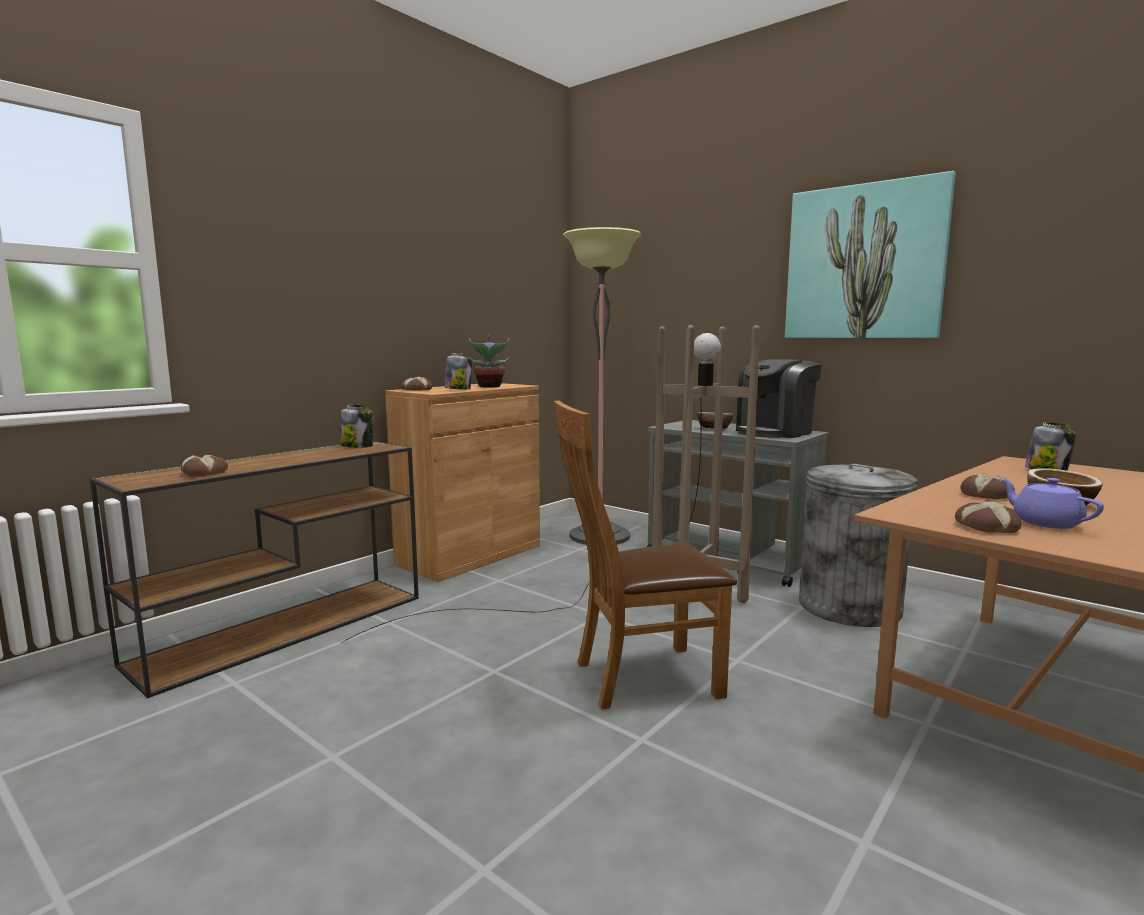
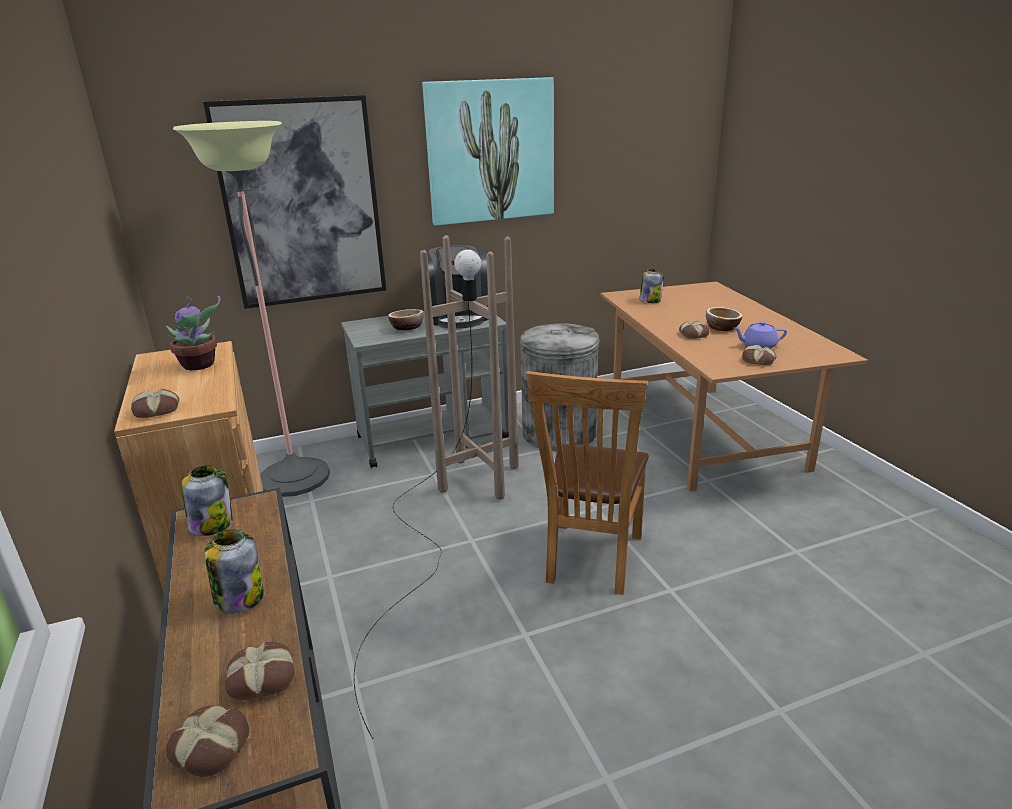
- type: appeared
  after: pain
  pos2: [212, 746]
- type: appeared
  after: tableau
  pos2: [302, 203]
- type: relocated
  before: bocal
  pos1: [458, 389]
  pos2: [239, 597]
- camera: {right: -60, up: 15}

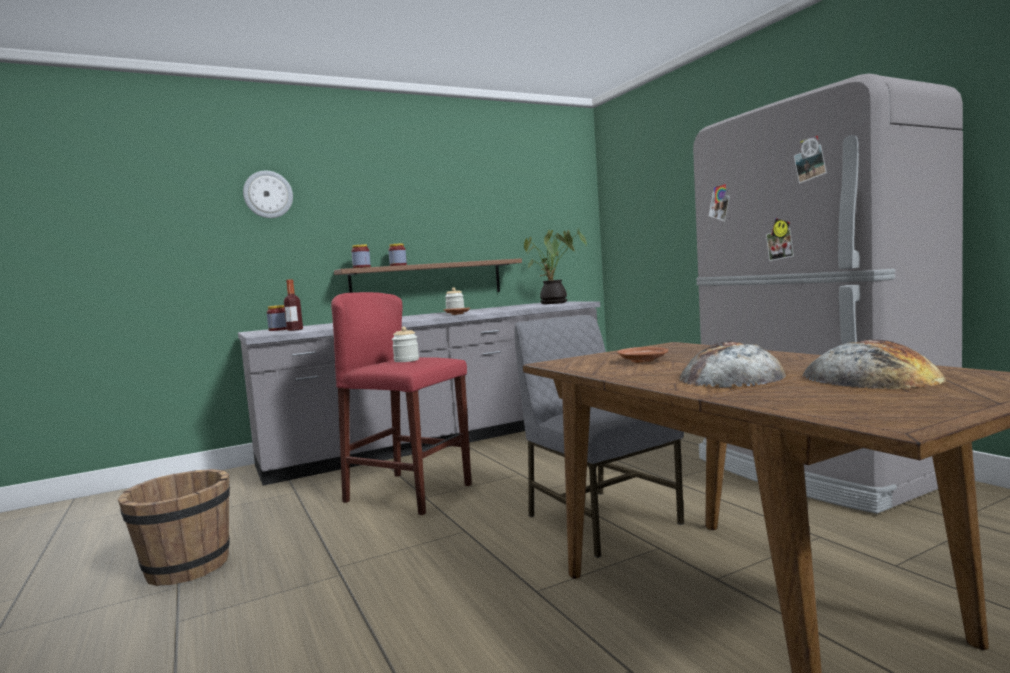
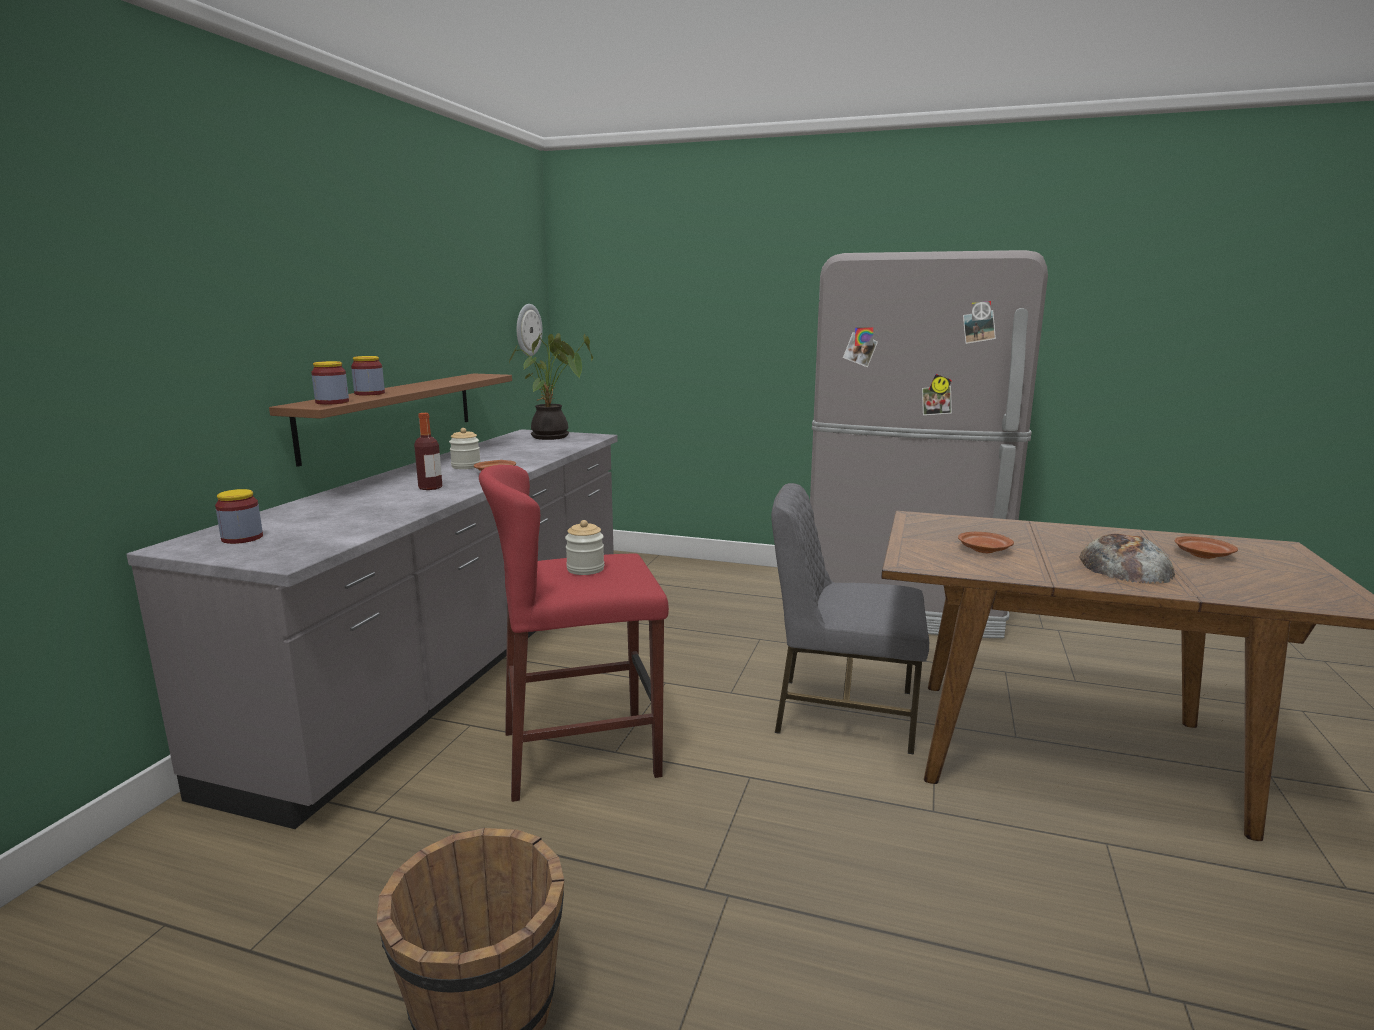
- type: relocated
  before: horloge murale
  pos1: [268, 194]
  pos2: [528, 330]
- type: relocated
  before: bouteille
  pos1: [295, 330]
  pos2: [430, 488]
- type: exchanged
  before: pain
  after: assiette (marron)
  pos1: [869, 377]
  pos2: [1202, 555]
- camera: {right: -45, up: 10}

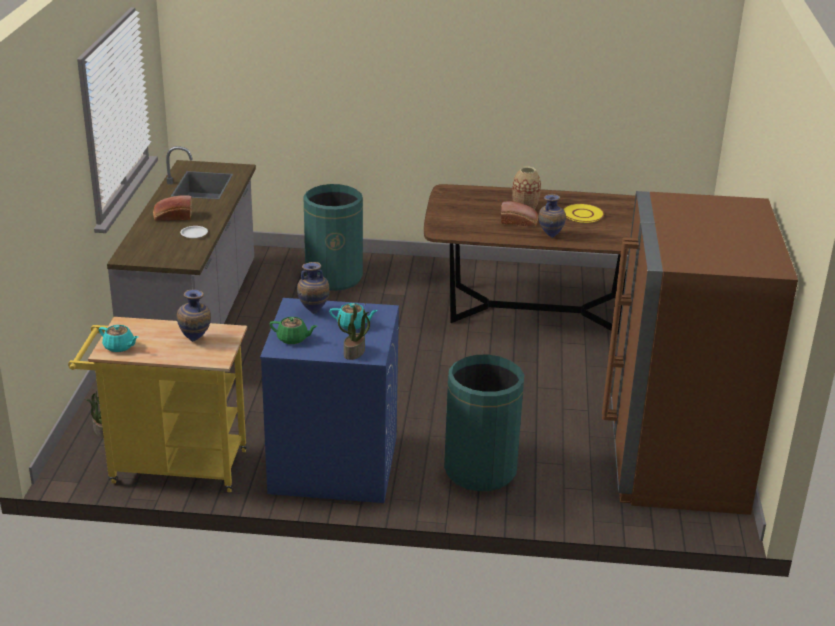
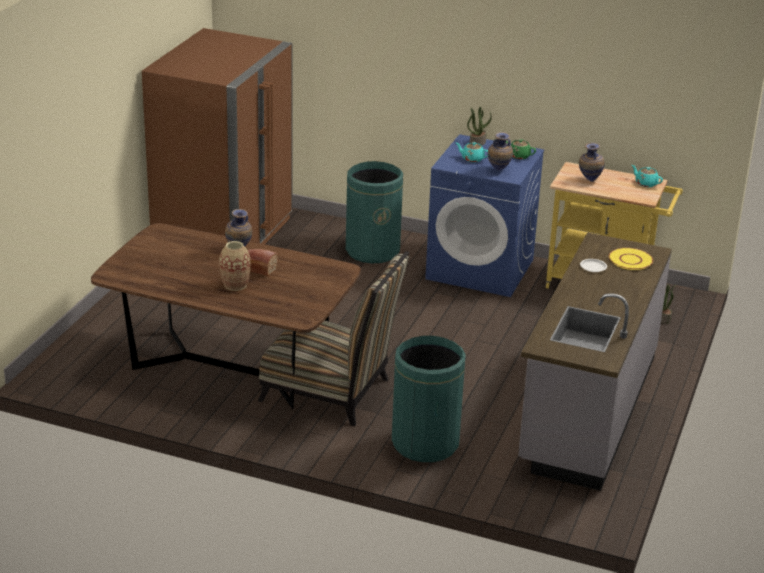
- type: missing
  before: pain
  pos1: [172, 217]
- type: appeared
  after: chaise
  pos2: [332, 392]
- type: relocated
  before: assiette (jaune)
  pos1: [583, 214]
  pos2: [630, 260]
- camera: {right: -165, up: 0}

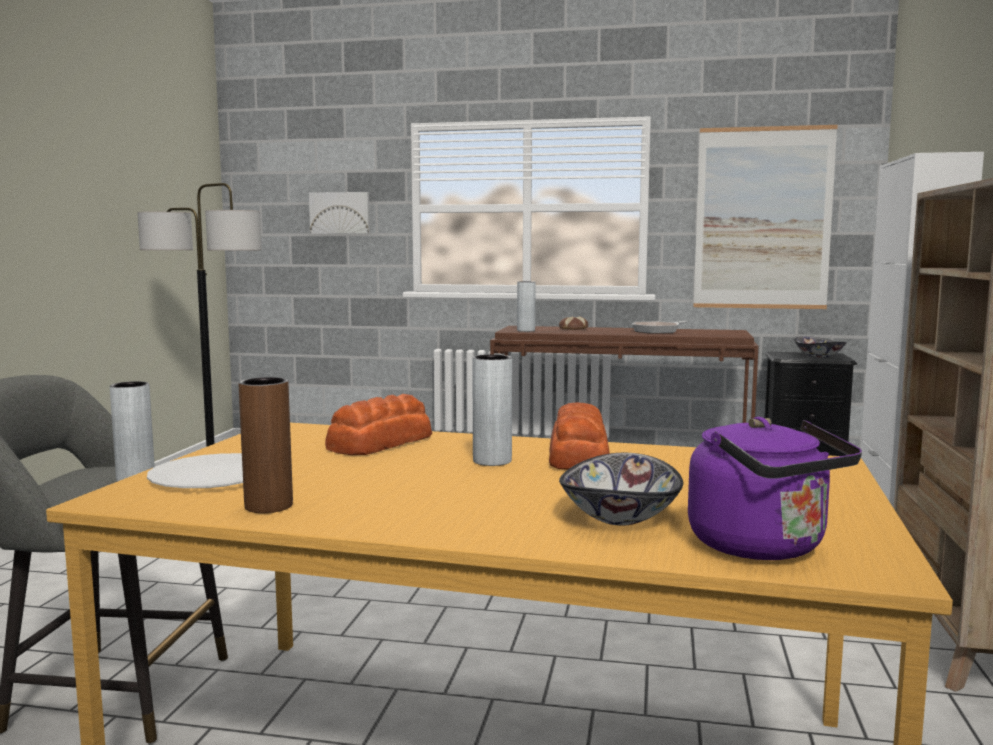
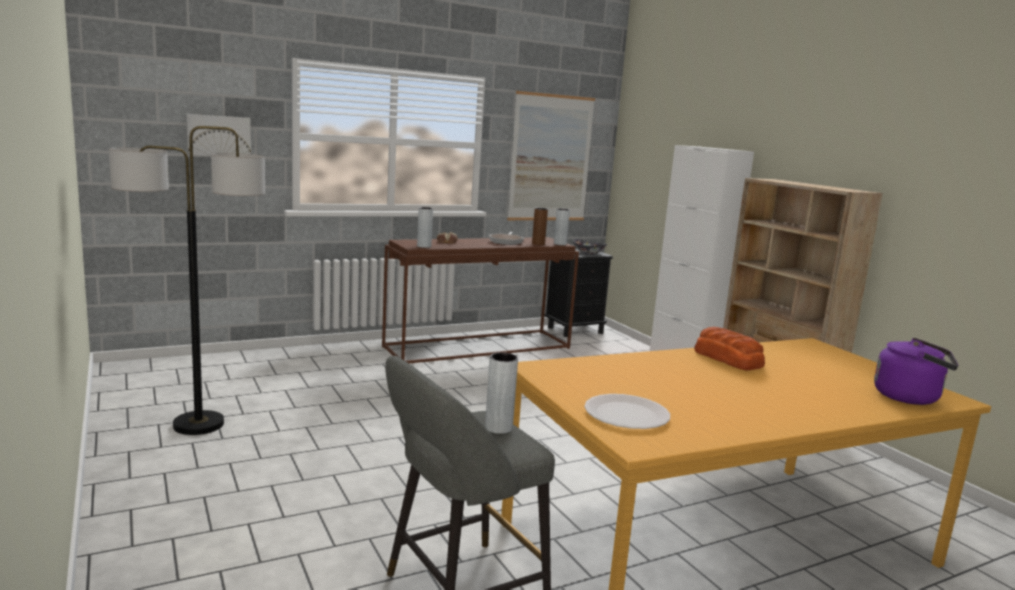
- type: missing
  before: pain
  pos1: [378, 443]
- type: missing
  before: bol
  pos1: [621, 517]
- type: relocated
  before: vase (marron)
  pos1: [268, 506]
  pos2: [538, 243]
- type: relocated
  before: vase (gris)
  pos1: [492, 461]
  pos2: [560, 244]
- camera: {right: -40, up: 5}

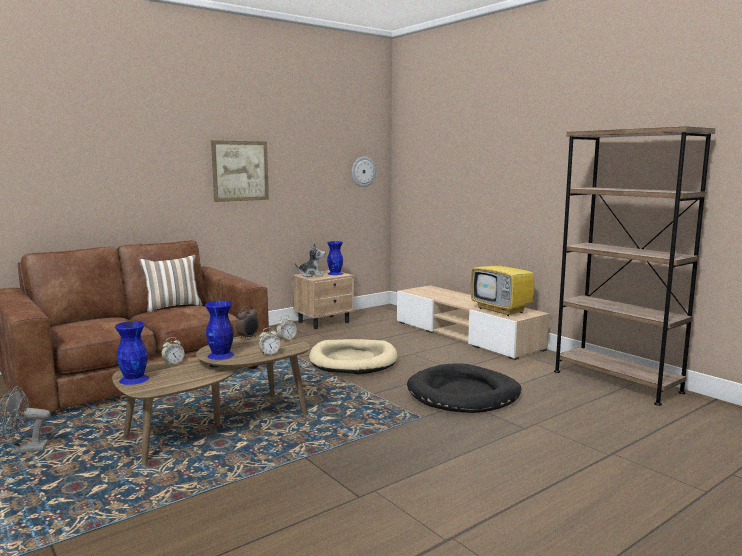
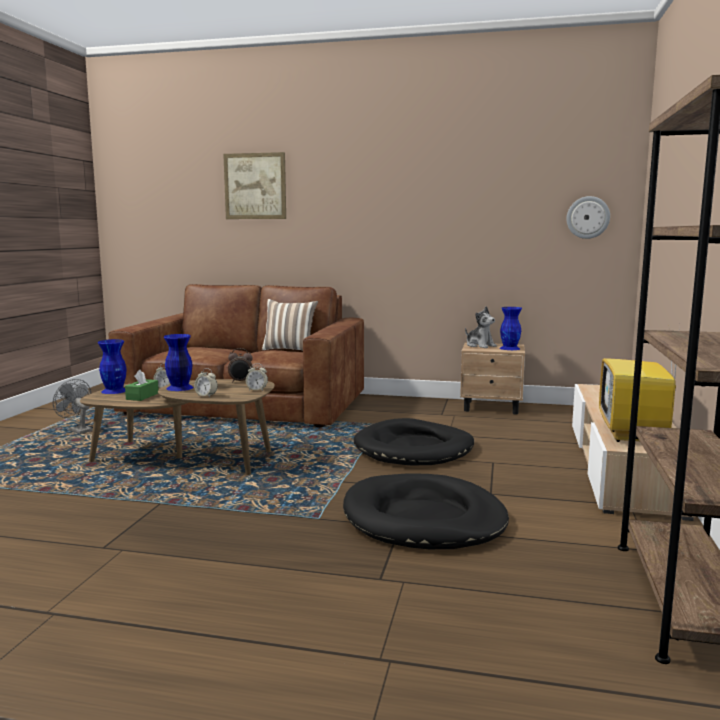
- type: appeared
  after: boîte à mouchoirs (vert)
  pos2: [142, 396]
- type: relocated
  before: tableau
  pos1: [240, 171]
  pos2: [255, 186]
- type: colour
  before: panier pour chien (beige)
  after: panier pour chien (noir)
  pos1: [353, 360]
  pos2: [414, 448]
- camera: {right: 50, up: 0}

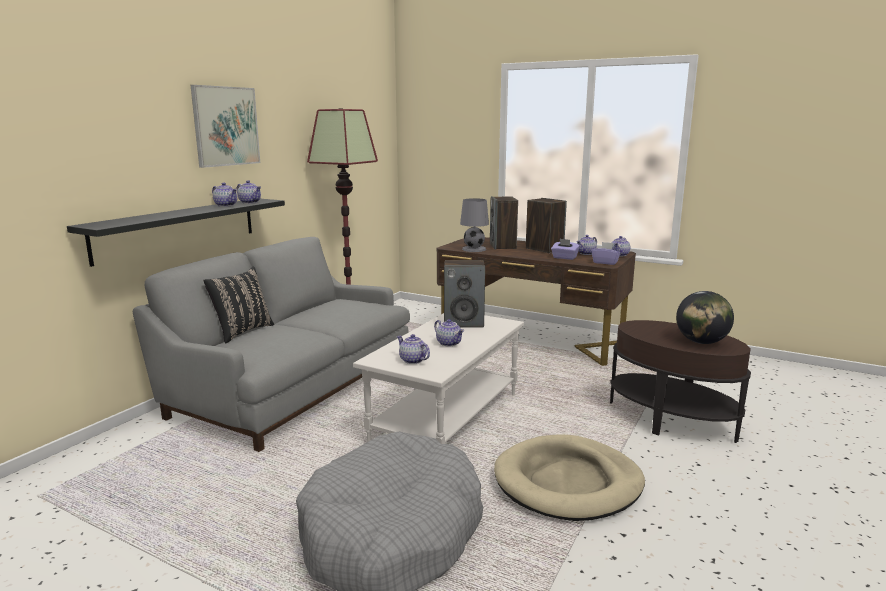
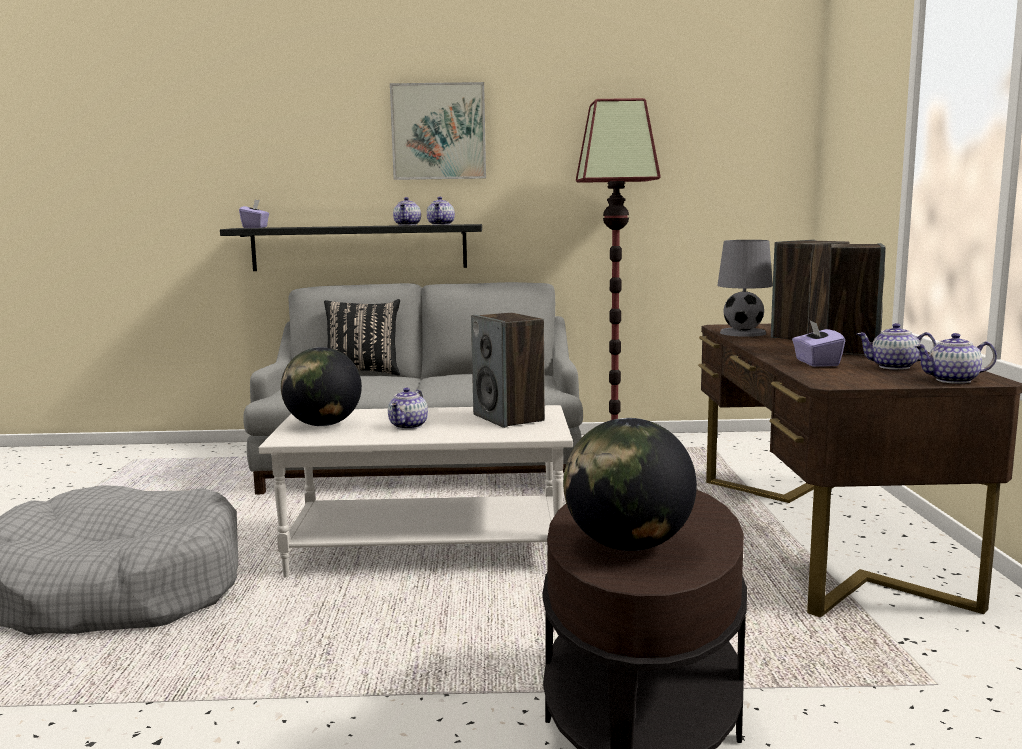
- type: missing
  before: panier pour chien (beige)
  pos1: [568, 482]
- type: relocated
  before: boîte à mouchoirs (violet)
  pos1: [605, 262]
  pos2: [255, 227]
- type: exchanged
  before: théière
  after: globe
  pos1: [412, 360]
  pos2: [323, 425]
- camera: {right: 60, up: -5}

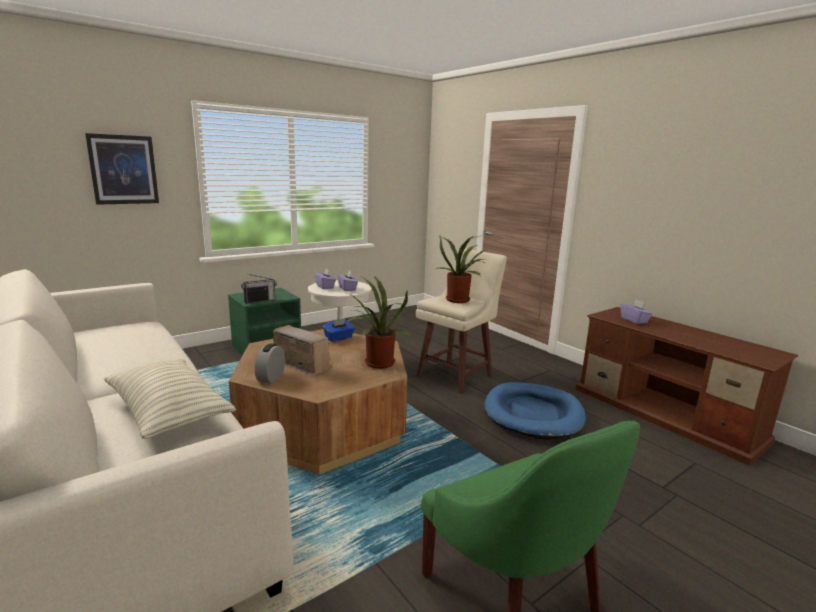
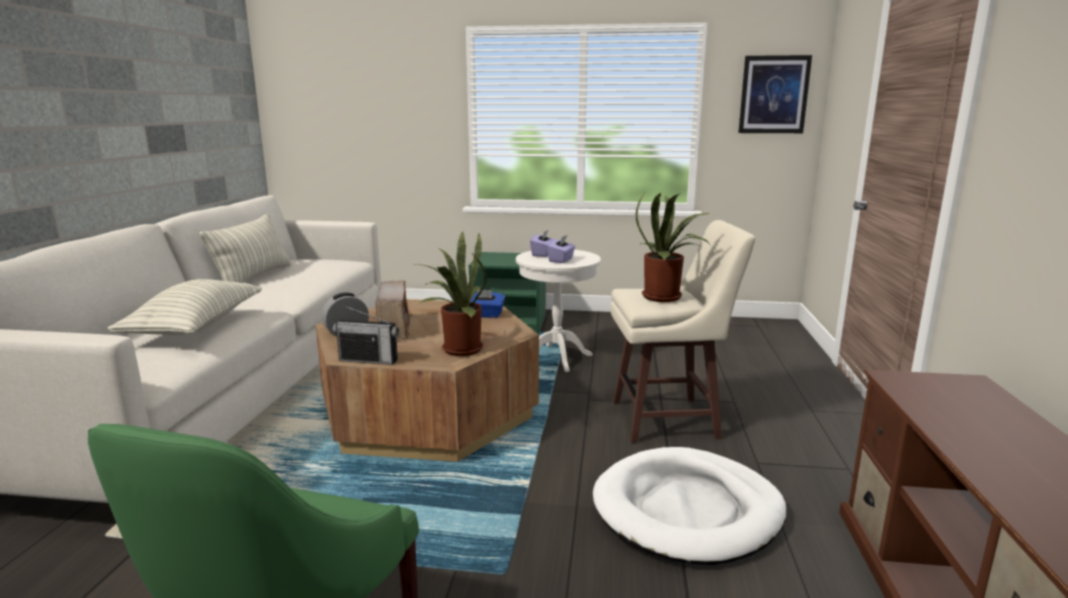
- type: missing
  before: boîte à mouchoirs (violet)
  pos1: [634, 320]
- type: appeared
  after: coussin
  pos2: [254, 278]
- type: relocated
  before: tableau
  pos1: [123, 170]
  pos2: [774, 95]
- type: relocated
  before: radio
  pos1: [260, 301]
  pos2: [368, 360]
- type: colour
  before: panier pour chien (bleu)
  after: panier pour chien (blanc)
  pos1: [533, 414]
  pos2: [687, 510]
- camera: {right: 45, up: 0}

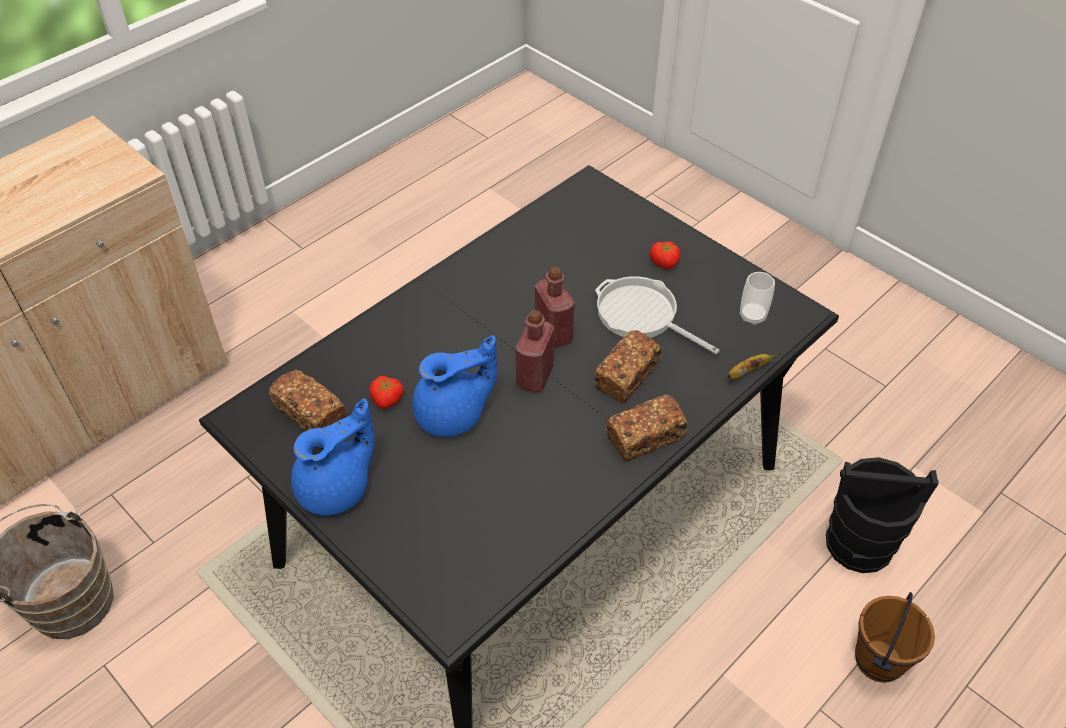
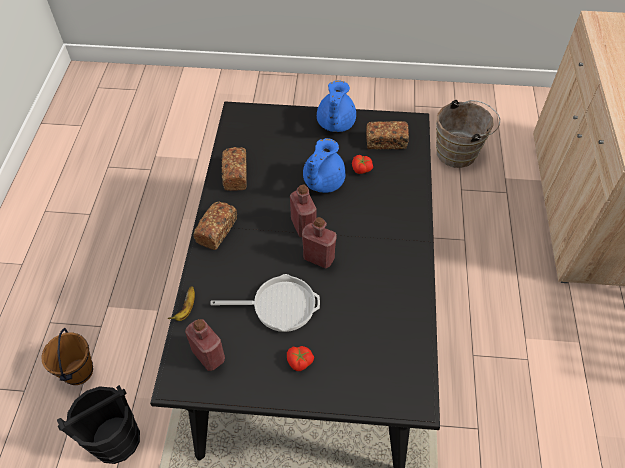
- type: relocated
  before: pain
  pos1: [627, 376]
  pos2: [235, 175]
- type: exchanged
  before: tasse
  after: bouteille (rouge)
  pos1: [752, 316]
  pos2: [208, 356]
- camera: {right: 140, up: 5}

